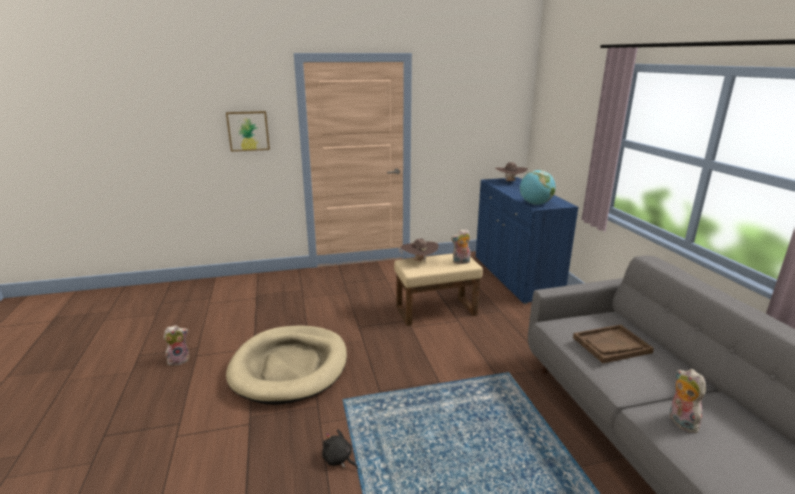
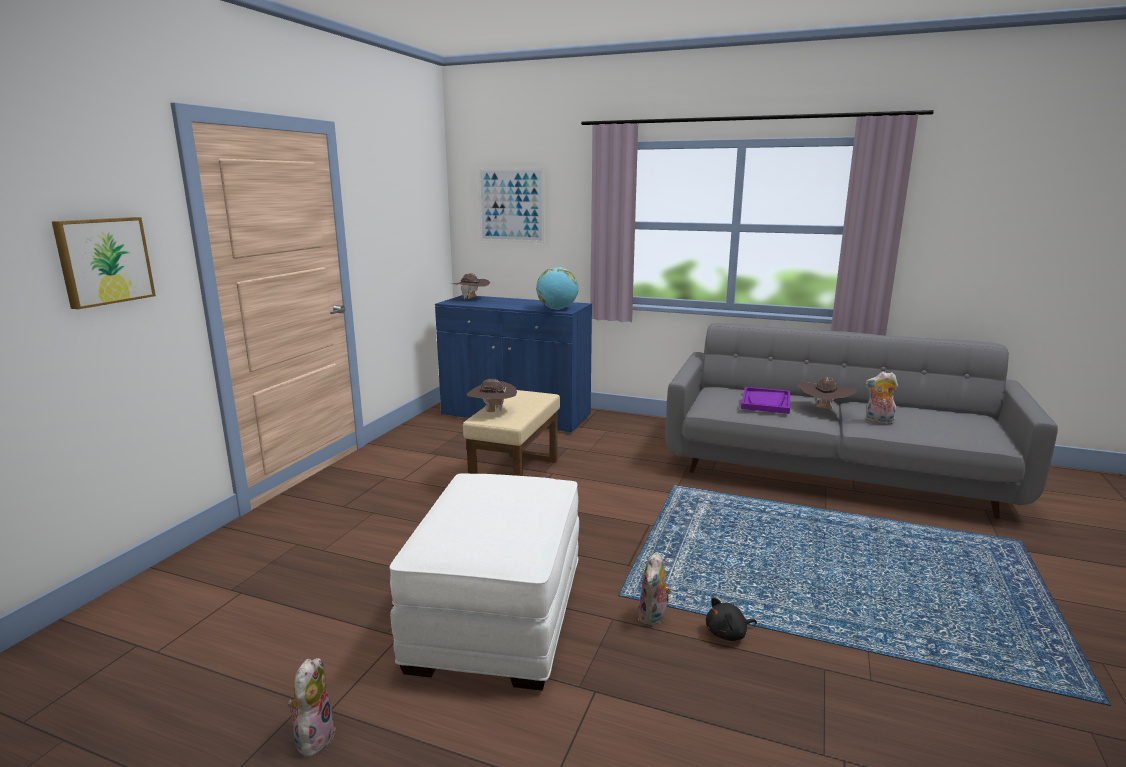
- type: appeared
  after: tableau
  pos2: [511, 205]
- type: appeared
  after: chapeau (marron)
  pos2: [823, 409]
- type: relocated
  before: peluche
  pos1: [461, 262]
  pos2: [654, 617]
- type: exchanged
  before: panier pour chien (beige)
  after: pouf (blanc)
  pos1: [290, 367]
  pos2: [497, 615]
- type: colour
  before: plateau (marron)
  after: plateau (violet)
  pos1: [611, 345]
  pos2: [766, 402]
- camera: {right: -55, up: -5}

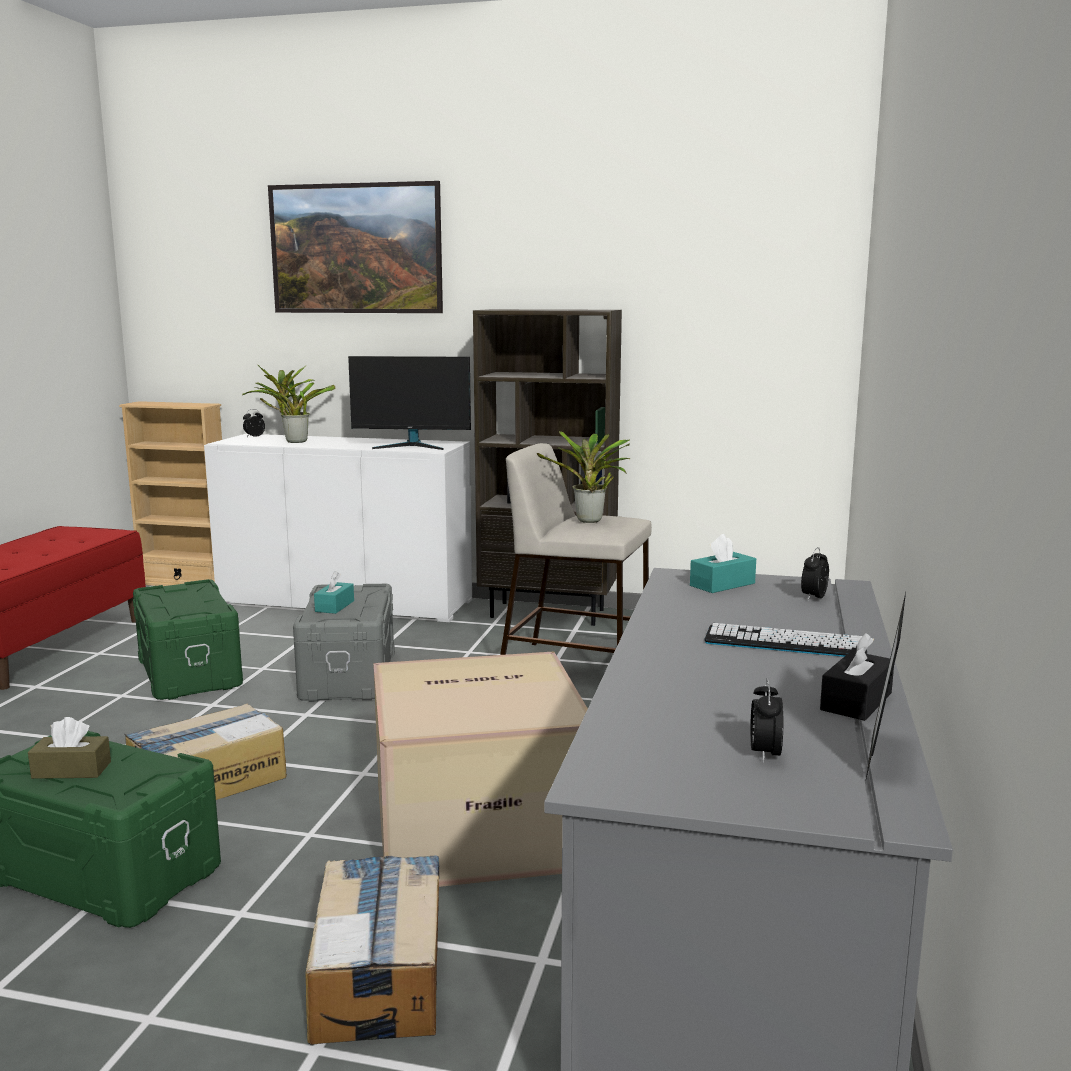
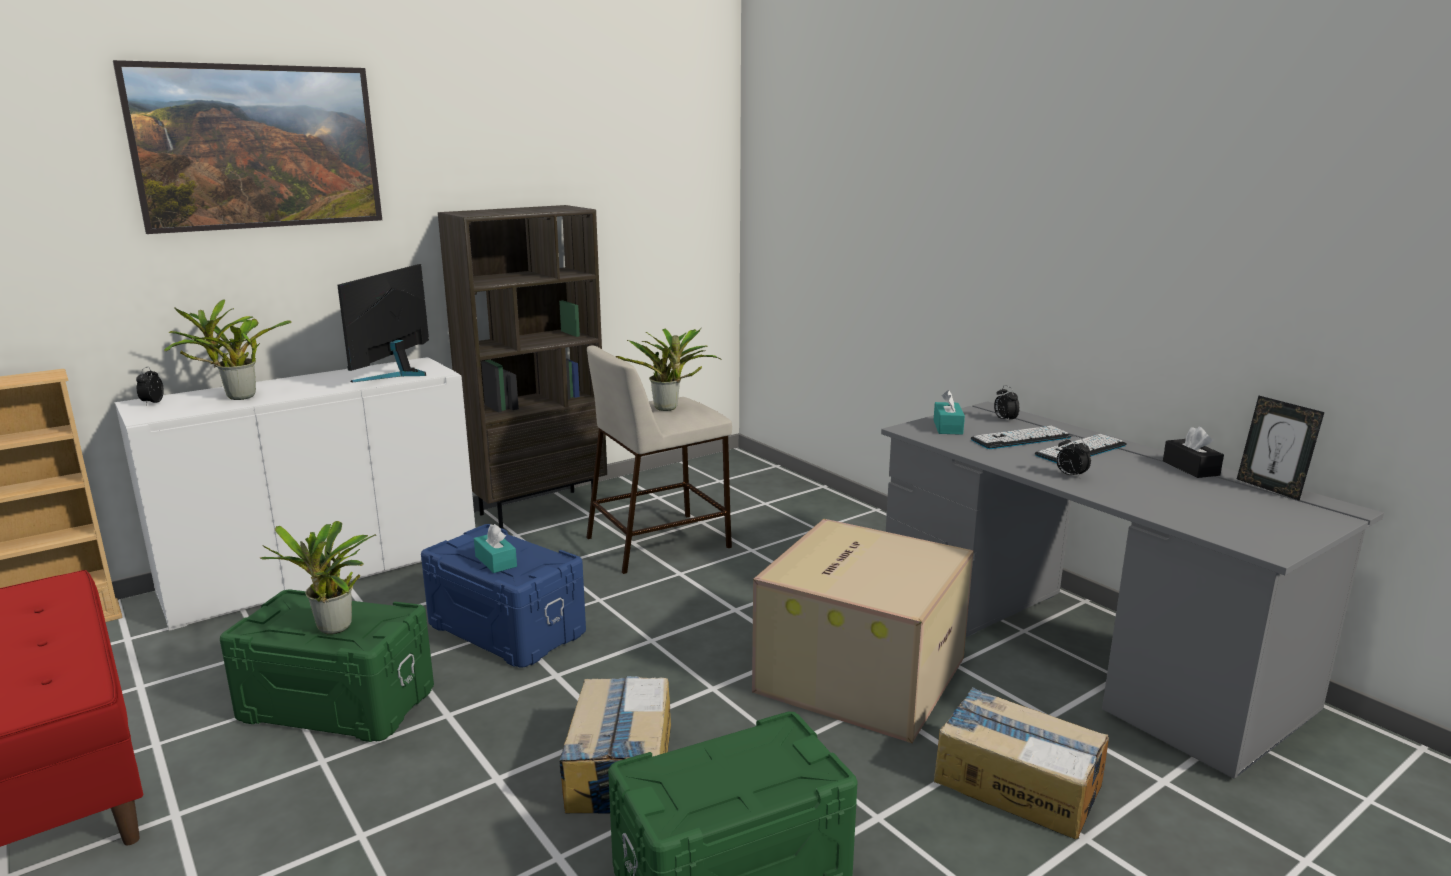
- type: missing
  before: boîte à mouchoirs (marron)
  pos1: [71, 770]
- type: appeared
  after: plante en pot
  pos2: [334, 630]
- type: appeared
  after: clavier
  pos2: [1021, 439]
- type: relocated
  before: réveil
  pos1: [764, 754]
  pos2: [1070, 476]
- type: colour
  before: boîte de rangement (gris)
  after: boîte de rangement (bleu)
  pos1: [350, 675]
  pos2: [508, 628]
- type: spun
  before: écran d'ordinateur
  pos1: [412, 446]
  pos2: [396, 373]
  turn: 150
- camera: {right: -50, up: 5}

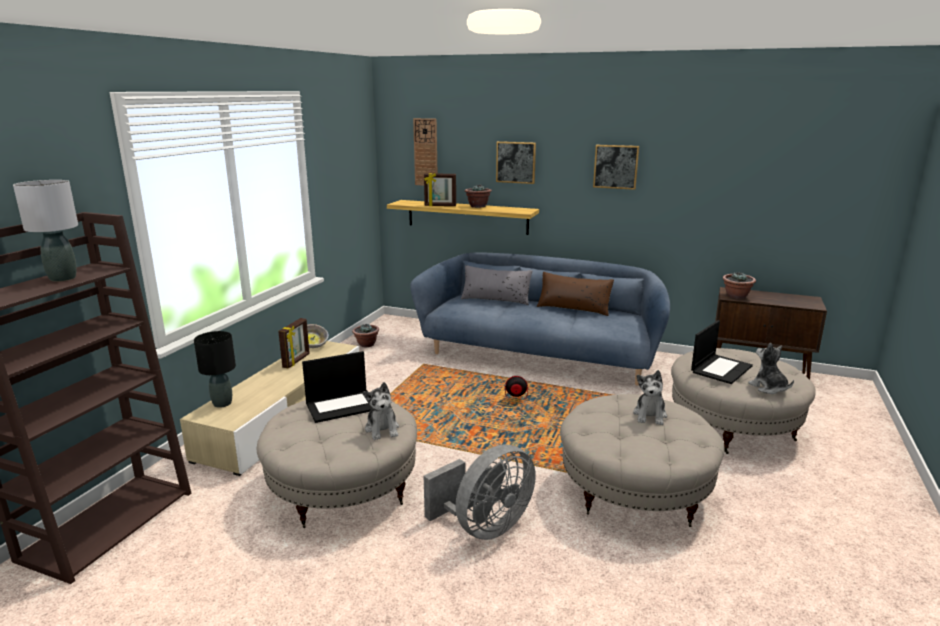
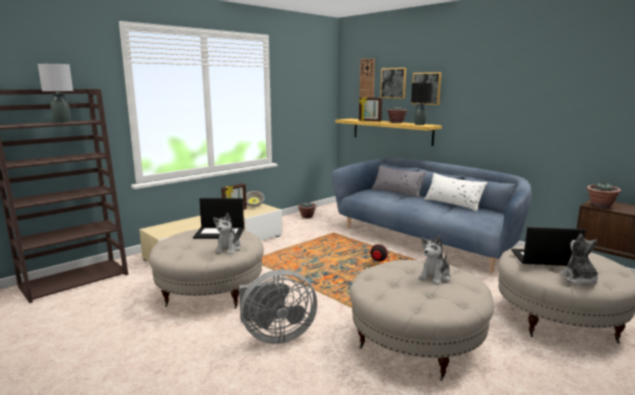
- type: relocated
  before: lampe de table (noir)
  pos1: [222, 403]
  pos2: [419, 124]
- type: relocated
  before: tableau
  pos1: [616, 166]
  pos2: [393, 83]
- type: colour
  before: coussin (marron)
  after: coussin (blanc)
  pos1: [573, 308]
  pos2: [453, 204]
- type: spun
  before: ordinateur portable
  pos1: [721, 369]
  pos2: [543, 258]
  turn: -150
- camera: {right: 25, up: -5}

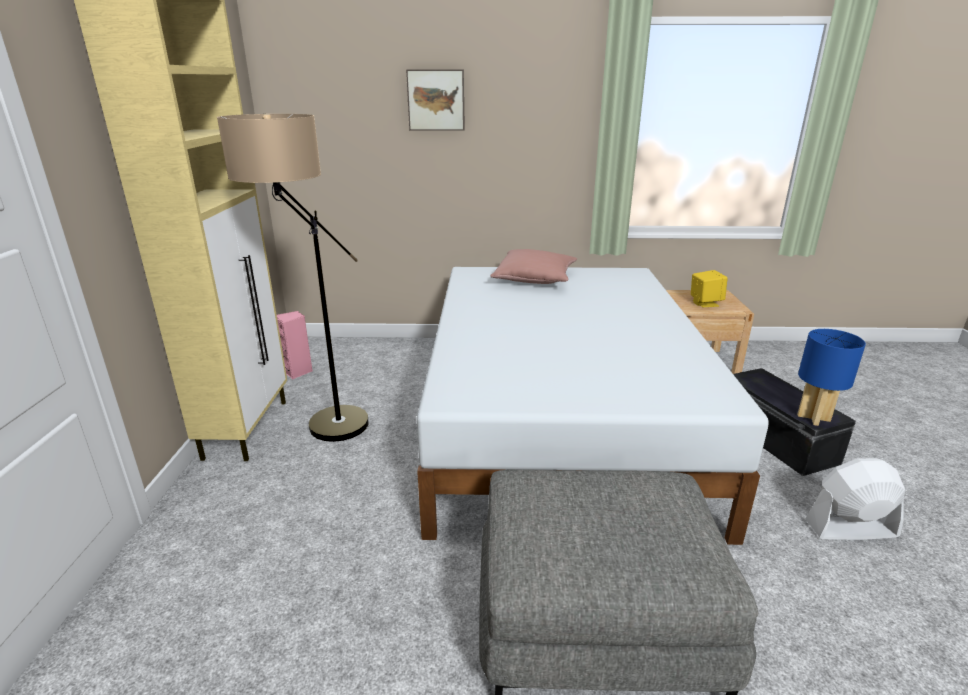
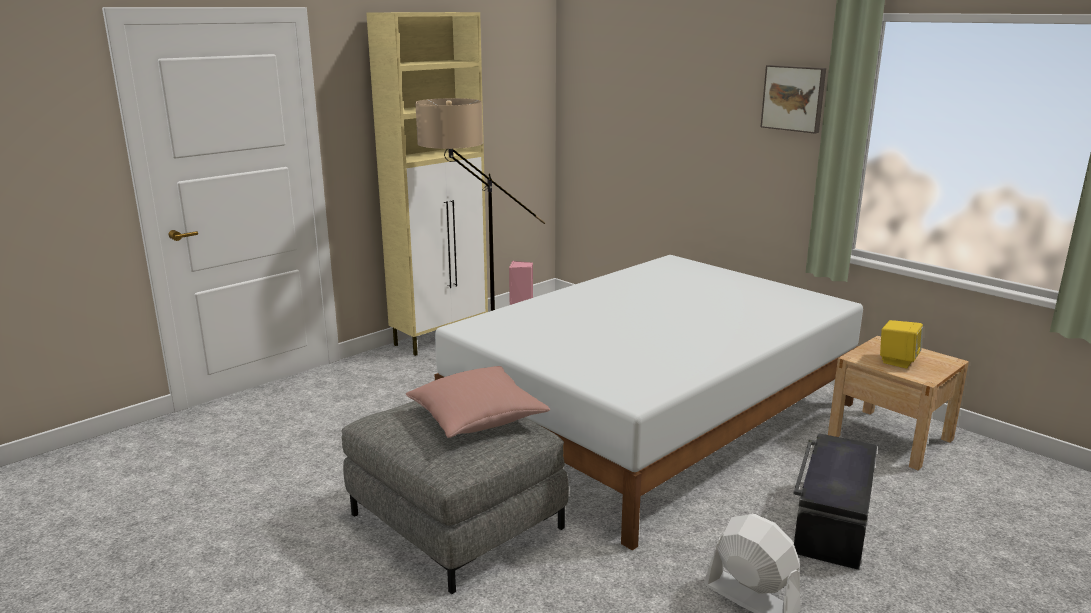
- type: missing
  before: lampe de table (bleu)
  pos1: [814, 418]
- type: relocated
  before: tableau
  pos1: [436, 100]
  pos2: [794, 98]
- type: relocated
  before: coussin (rose)
  pos1: [535, 279]
  pos2: [477, 418]
- camera: {right: 45, up: -5}

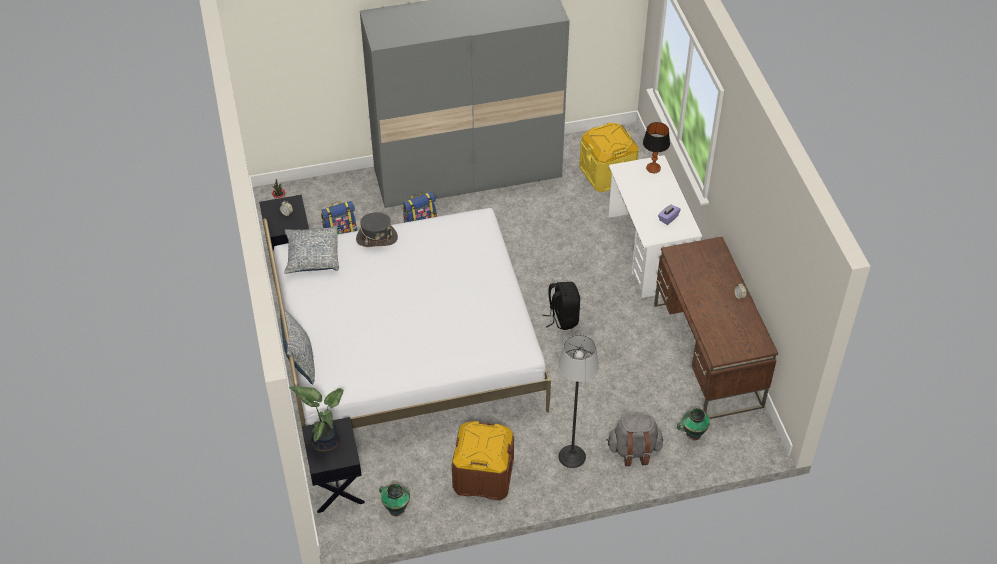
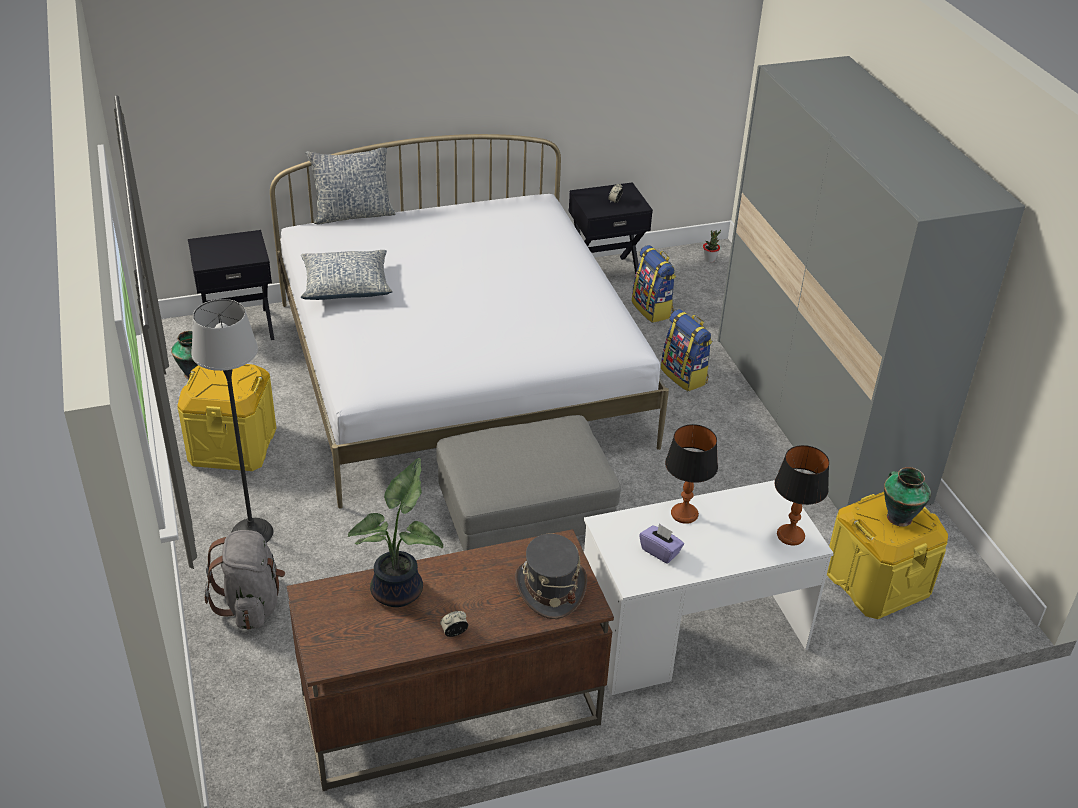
- type: appeared
  after: lampe de table
  pos2: [684, 514]
- type: relocated
  before: coussin
  pos1: [312, 256]
  pos2: [346, 285]
- type: relocated
  before: plante en pot
  pos1: [325, 440]
  pos2: [400, 590]
- type: relocated
  before: chapeau (gris)
  pos1: [376, 238]
  pos2: [550, 588]
- type: relocated
  before: vase
  pos1: [692, 434]
  pos2: [898, 516]
- type: exchanged
  before: sac à dos (noir)
  after: pouf (gris)
  pos1: [562, 318]
  pos2: [525, 523]
- type: colour
  before: boîte de rangement (marron)
  after: boîte de rangement (jaune)
  pos1: [483, 476]
  pos2: [232, 445]
- camera: {right: 85, up: -10}

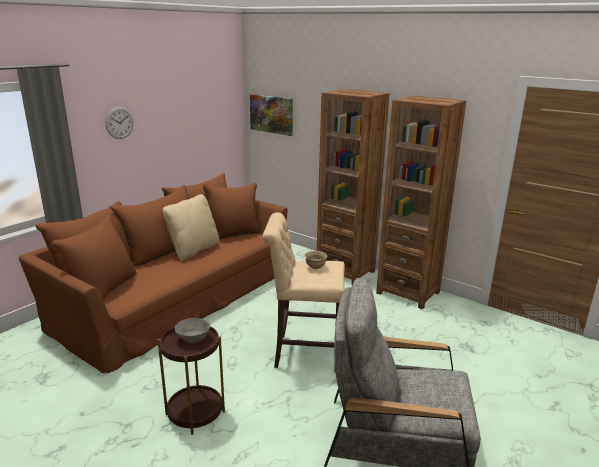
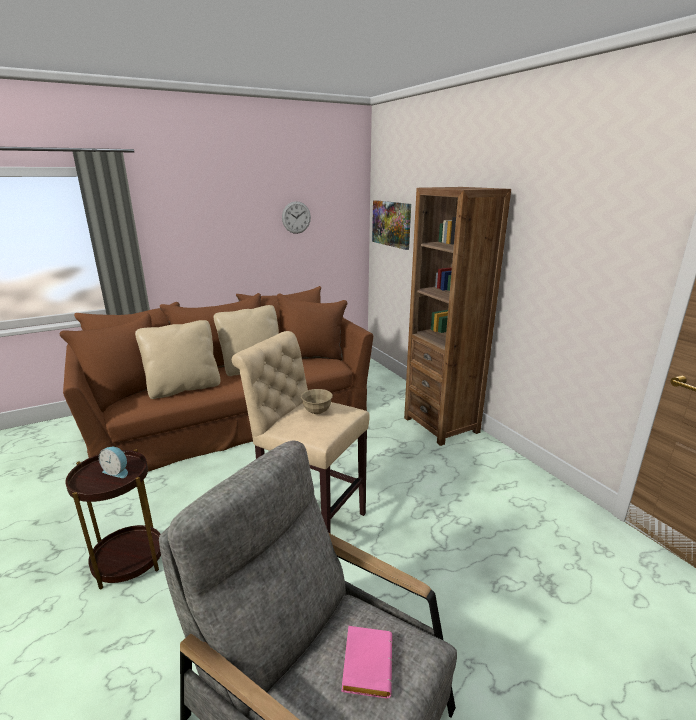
- type: missing
  before: bibliothèque (marron)
  pos1: [408, 292]
- type: appeared
  after: coussin (beige)
  pos2: [184, 388]
- type: appeared
  after: livre (rose)
  pos2: [365, 663]
- type: relocated
  before: horloge murale
  pos1: [119, 123]
  pos2: [296, 217]
- type: exchanged
  before: bol (gris)
  after: réveil
  pos1: [193, 338]
  pos2: [117, 471]
- camera: {right: 25, up: 0}

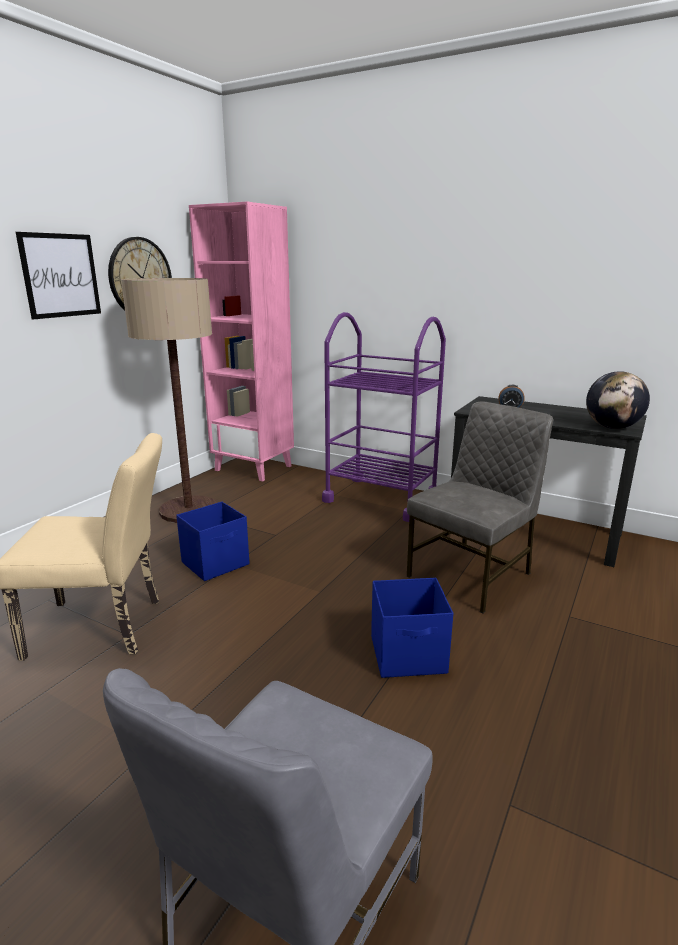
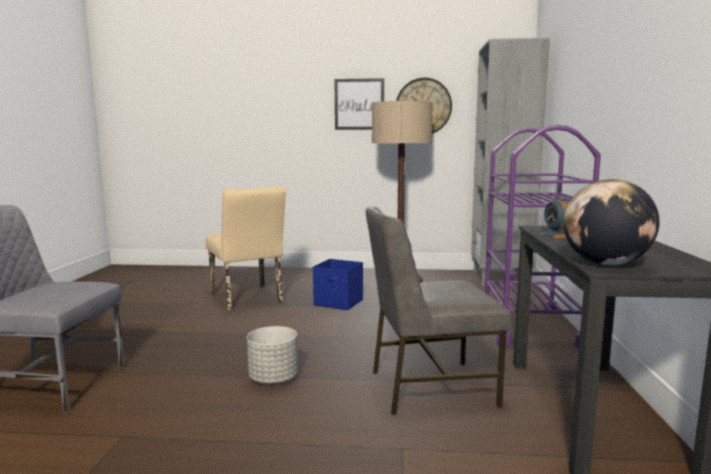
- type: exchanged
  before: boîte de rangement (bleu)
  after: cache-pot (gris)
  pos1: [409, 655]
  pos2: [274, 379]
- type: colour
  before: bibliothèque (rose)
  after: bibliothèque (gris)
  pos1: [254, 468]
  pos2: [501, 278]
- type: spun
  before: chaise (gris)
  pos1: [472, 575]
  pos2: [429, 387]
  turn: 150
- camera: {right: 65, up: -10}

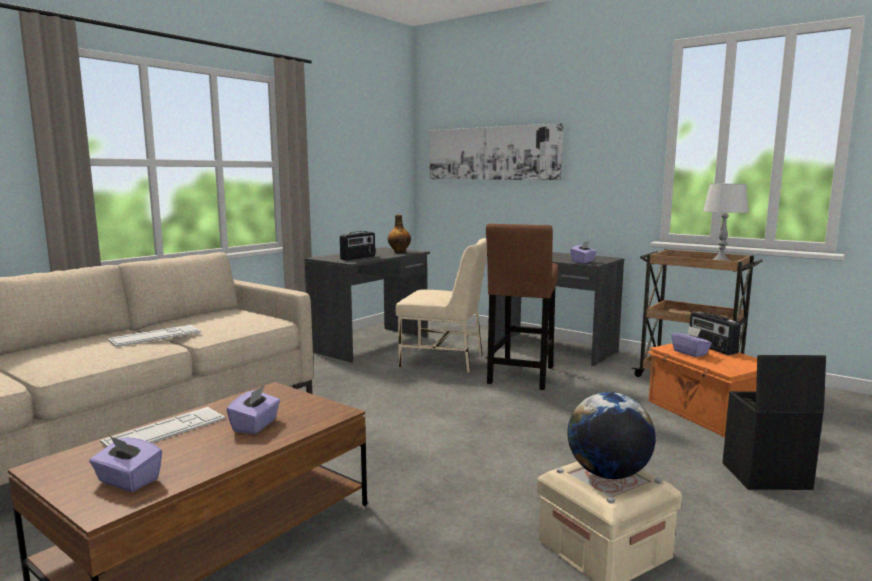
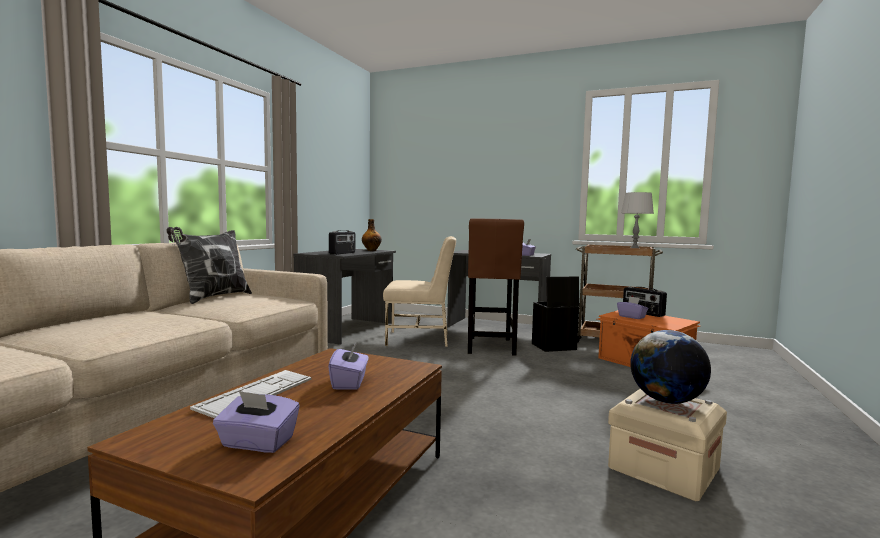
- type: missing
  before: clavier
  pos1: [155, 336]
- type: missing
  before: tableau
  pos1: [492, 153]
- type: appeared
  after: coussin
  pos2: [213, 298]
- type: relocated
  before: boîte de rangement (noir)
  pos1: [765, 476]
  pos2: [553, 347]
- camera: {right: -15, up: -5}

